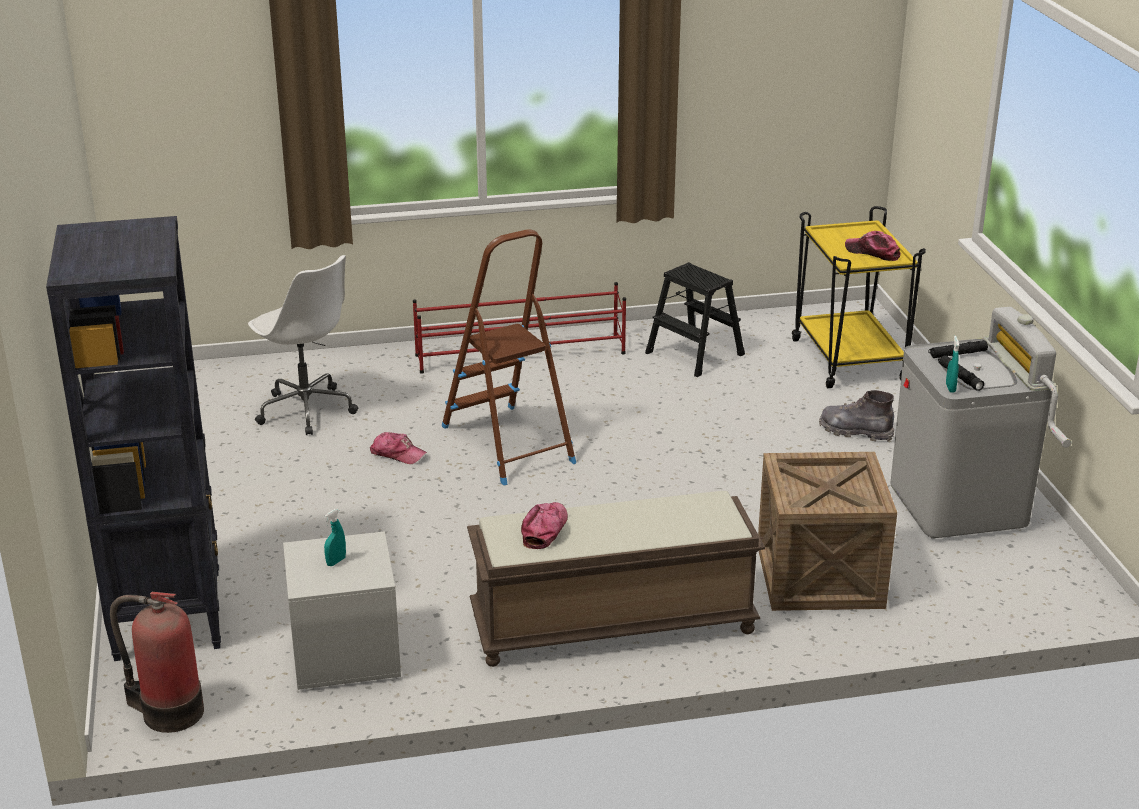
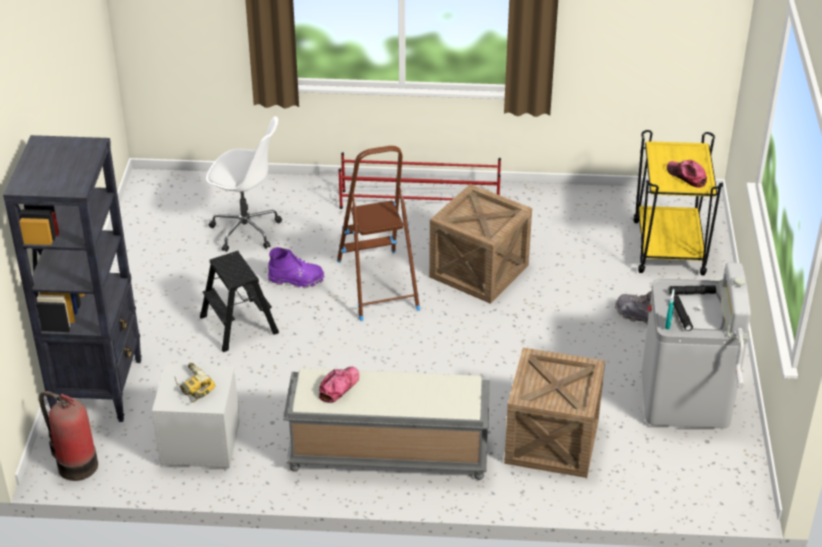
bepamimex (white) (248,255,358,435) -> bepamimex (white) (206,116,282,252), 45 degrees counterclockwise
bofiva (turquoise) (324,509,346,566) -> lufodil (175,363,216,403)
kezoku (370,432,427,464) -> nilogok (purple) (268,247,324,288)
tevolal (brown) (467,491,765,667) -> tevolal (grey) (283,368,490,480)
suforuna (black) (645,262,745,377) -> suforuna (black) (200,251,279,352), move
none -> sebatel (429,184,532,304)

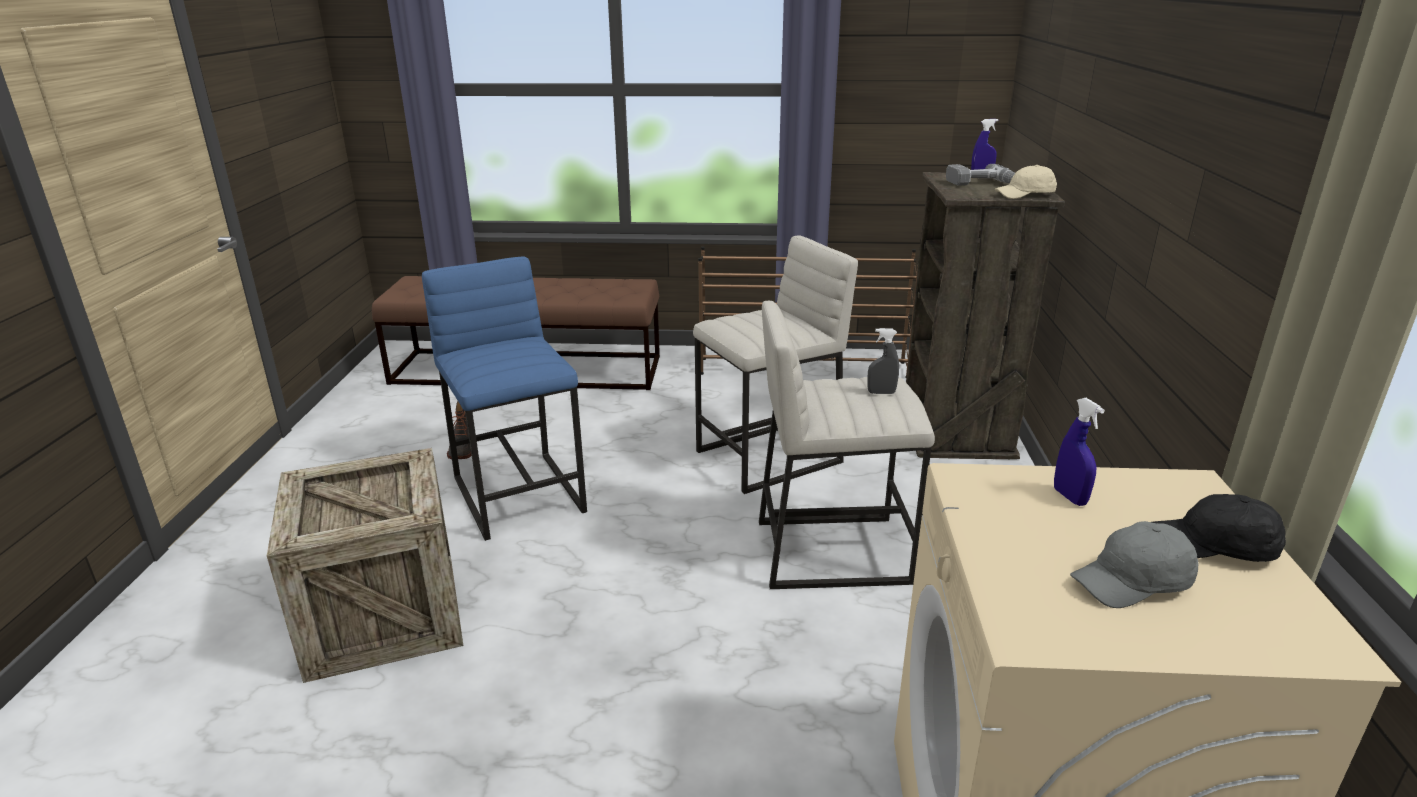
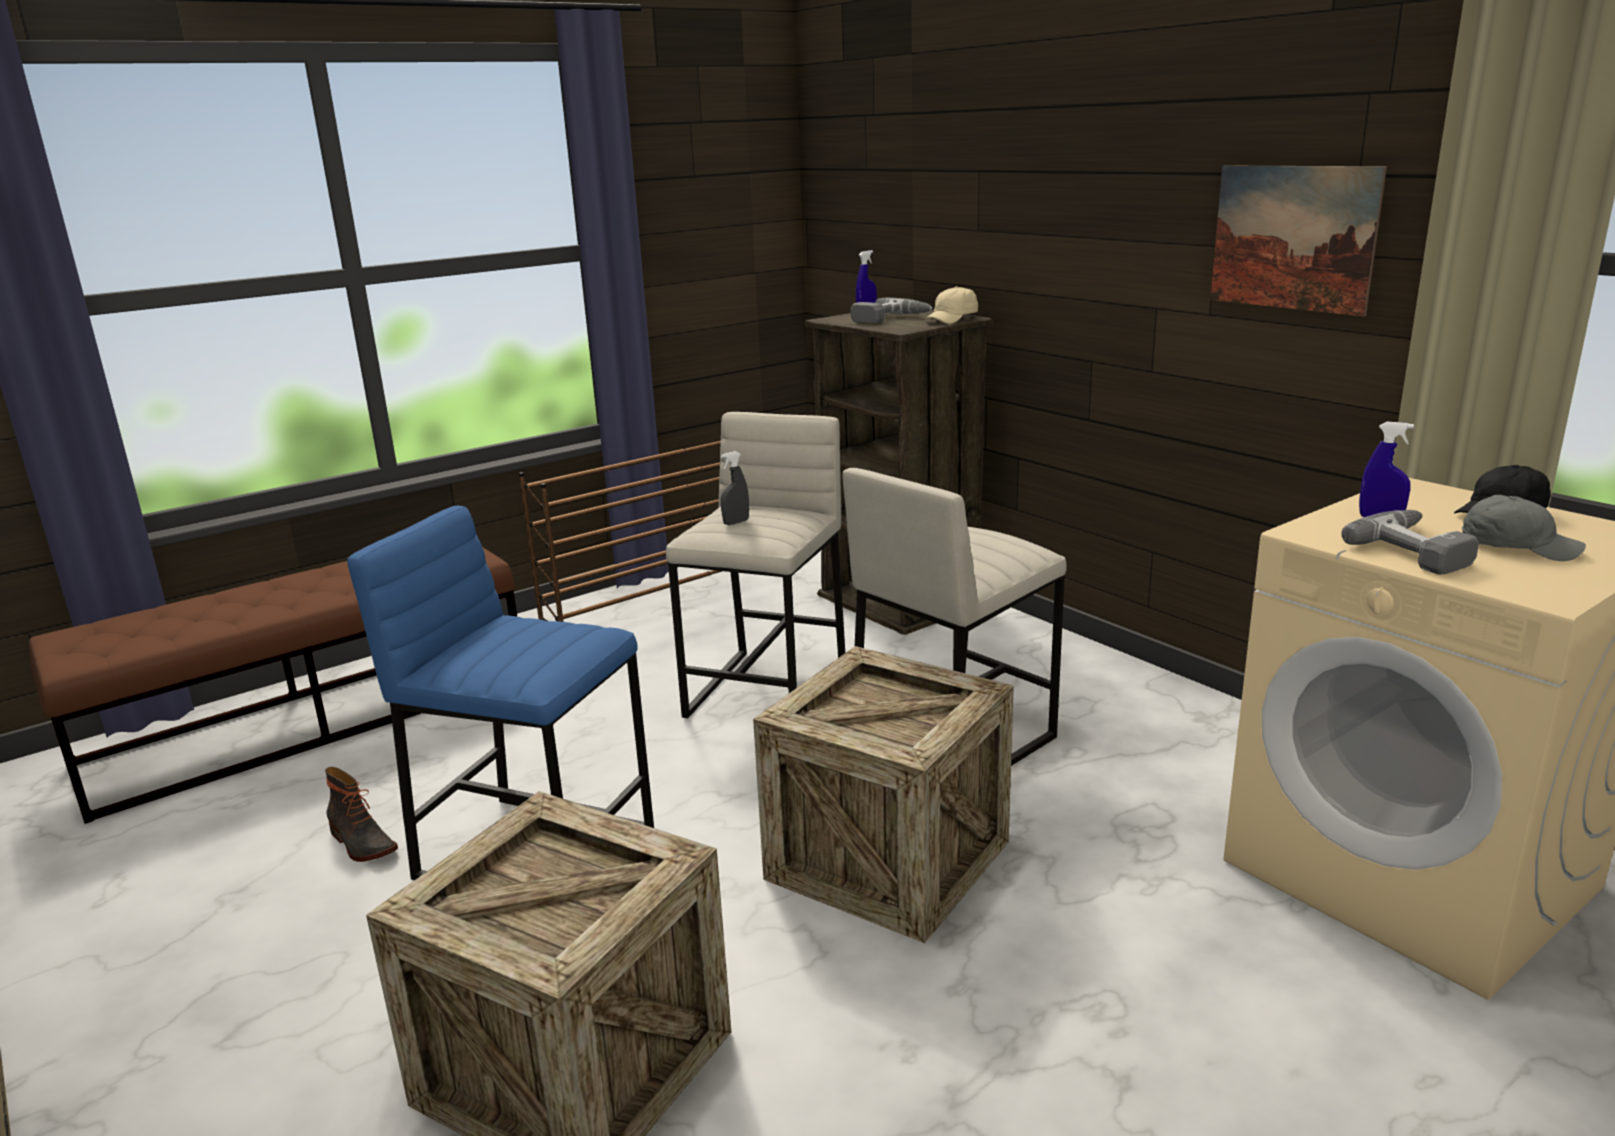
bofiva (grey) (867,328,899,394) -> bofiva (grey) (721,451,749,525), move
kezoku (grey) (1070,521,1198,608) -> kezoku (grey) (1462,495,1586,561), 90 degrees counterclockwise
none -> sebatel (753,646,1014,943)
none -> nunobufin (1210,166,1387,316)
none -> lufodil (1341,510,1479,575)

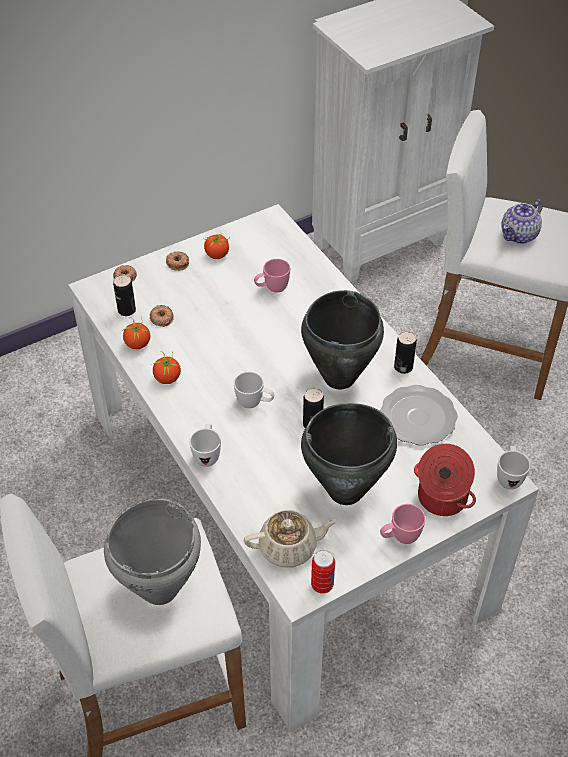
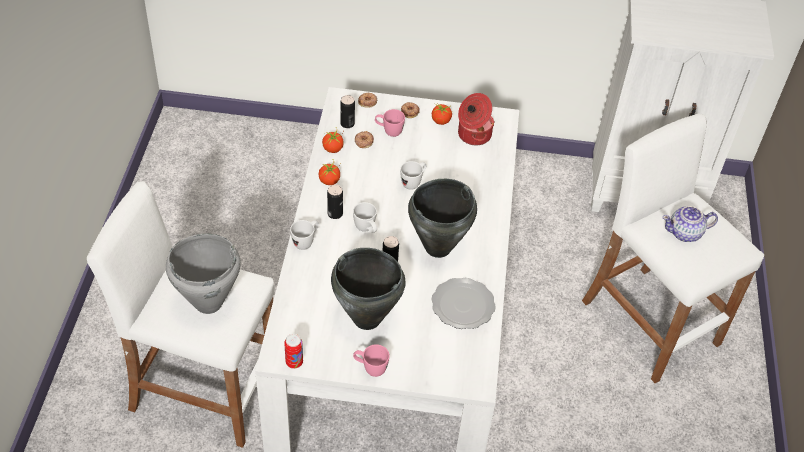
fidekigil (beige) (244,510,338,567) -> none
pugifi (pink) (254,259,290,293) -> pugifi (pink) (375,109,405,137), move
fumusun (394,331,417,374) -> fumusun (327,185,343,219), move
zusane (414,444,476,516) -> zusane (458,93,494,145), move
pugifi (white) (497,446,530,490) -> pugifi (white) (400,161,427,190), move

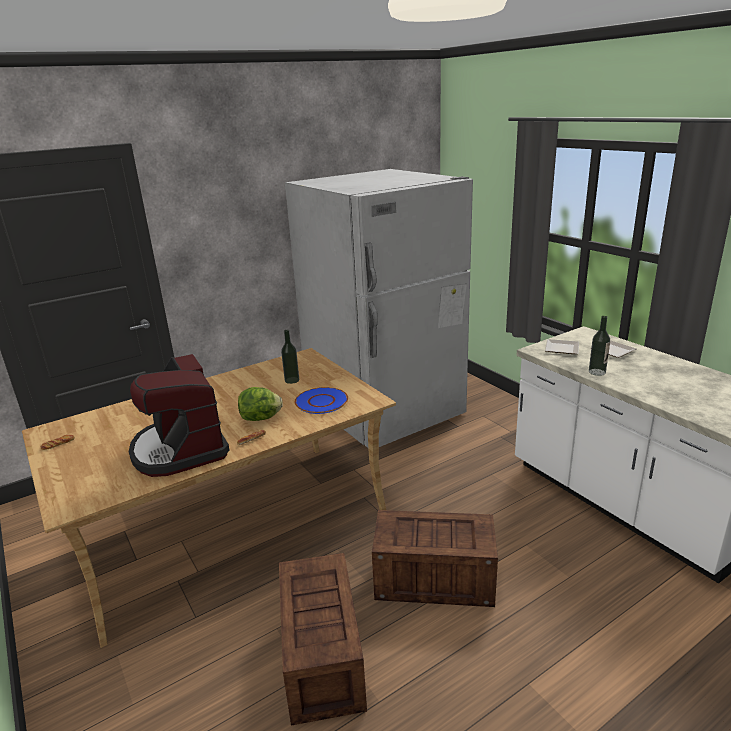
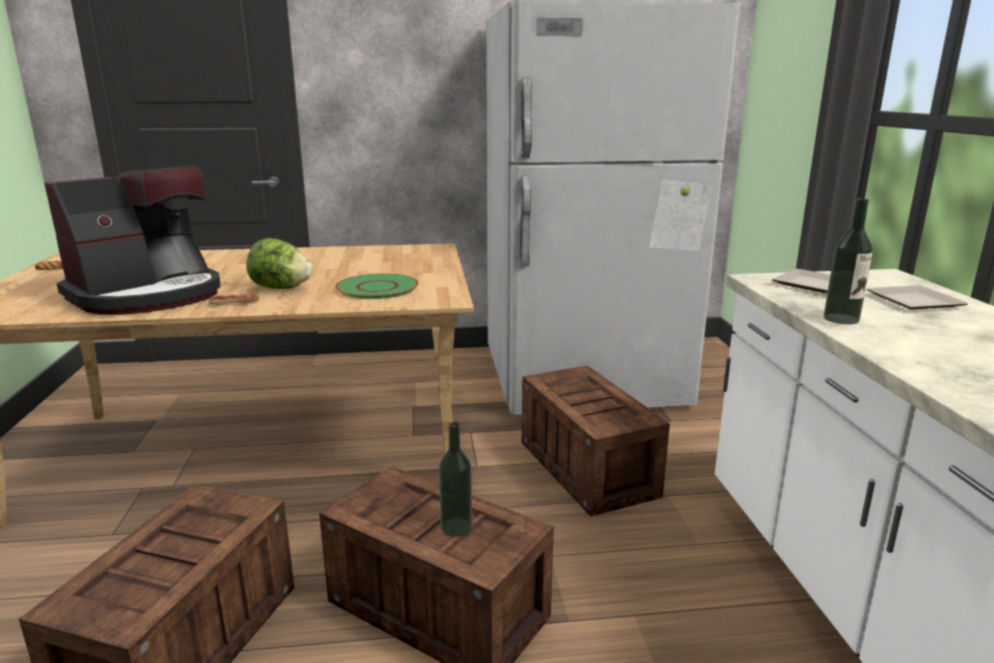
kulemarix (129,354,230,477) -> kulemarix (44,166,220,315), 135 degrees counterclockwise
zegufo (281,330,299,384) -> zegufo (439,422,472,537), move
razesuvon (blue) (295,387,348,414) -> razesuvon (green) (335,273,418,299)
none -> sebatel (522,365,670,517)

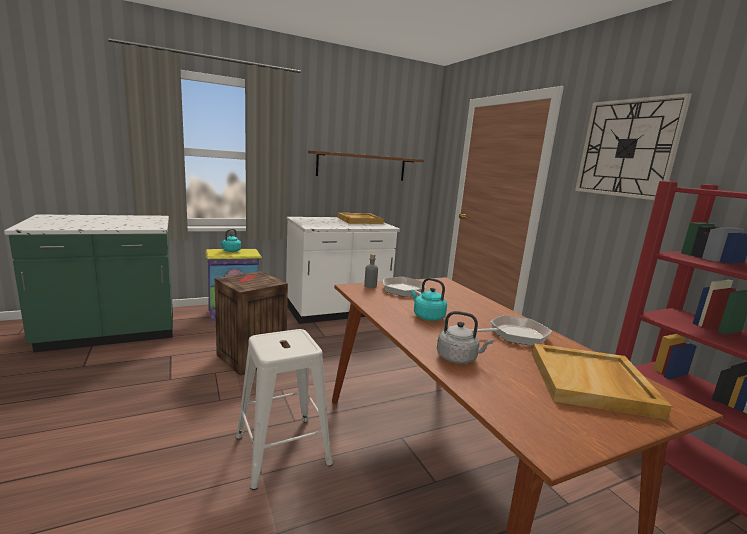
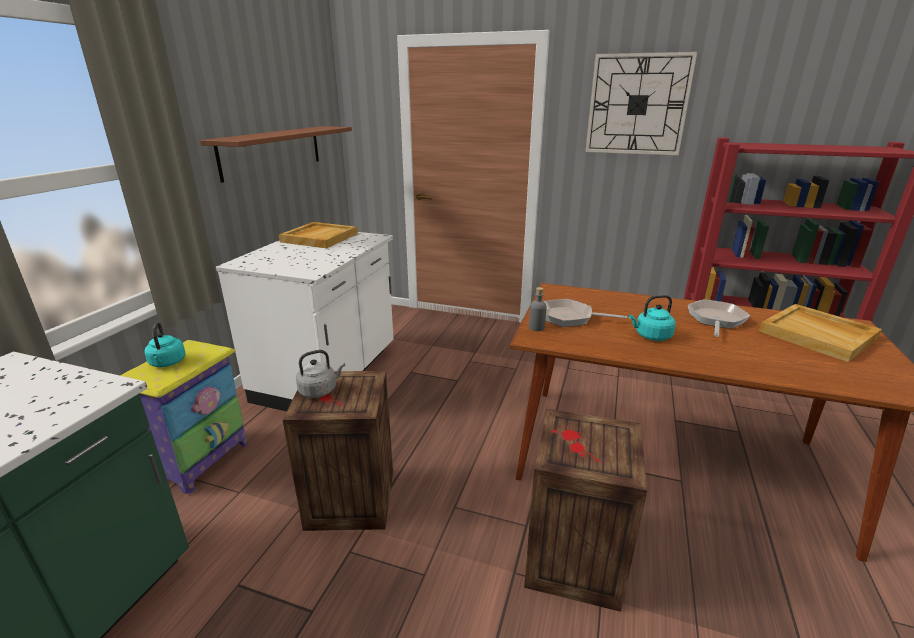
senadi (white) (236,329,333,490) -> sebatel (524,409,647,612)
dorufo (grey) (437,311,493,364) -> dorufo (grey) (296,350,345,398), move

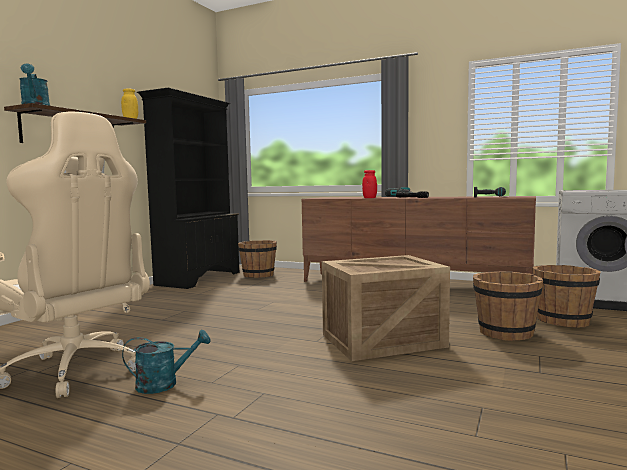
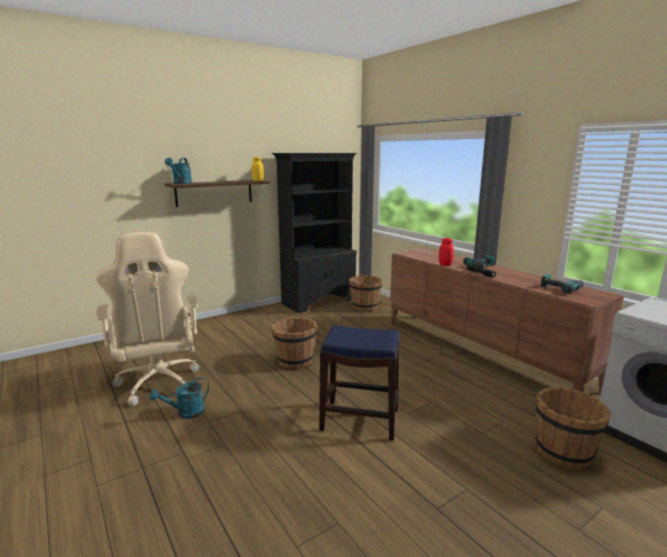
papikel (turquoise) (122,330,211,394) -> papikel (turquoise) (150,377,209,419), 135 degrees clockwise
sebatel (322,255,450,361) -> senadi (319,325,400,441)
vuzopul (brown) (473,271,543,341) -> vuzopul (brown) (271,317,317,369), move

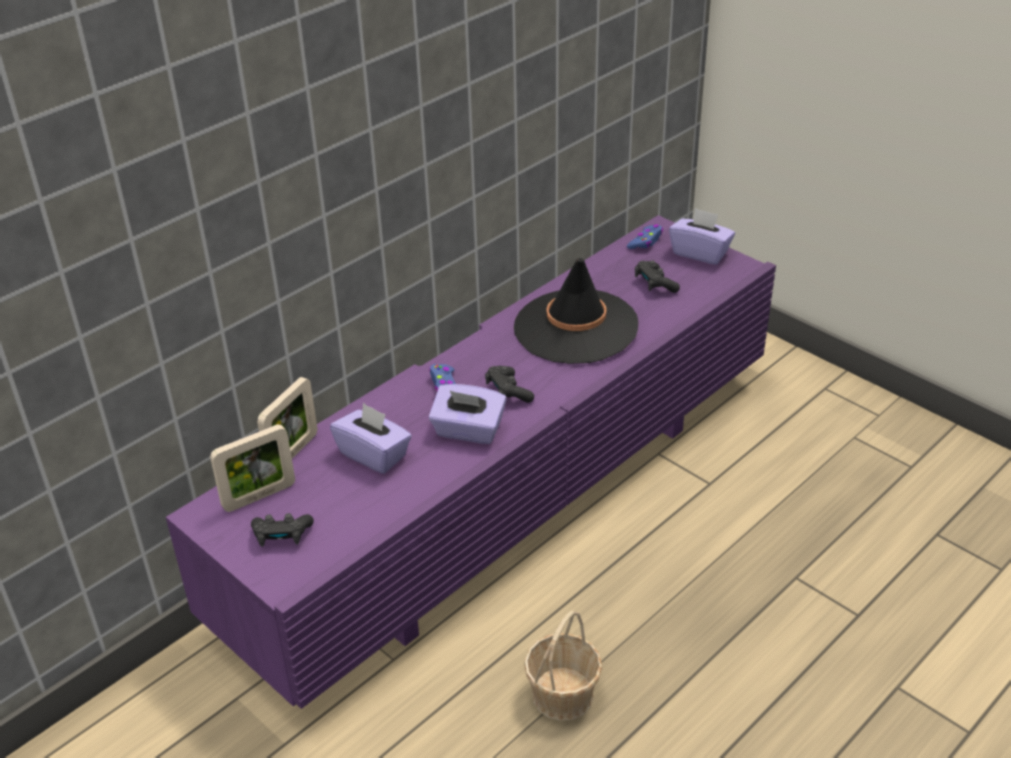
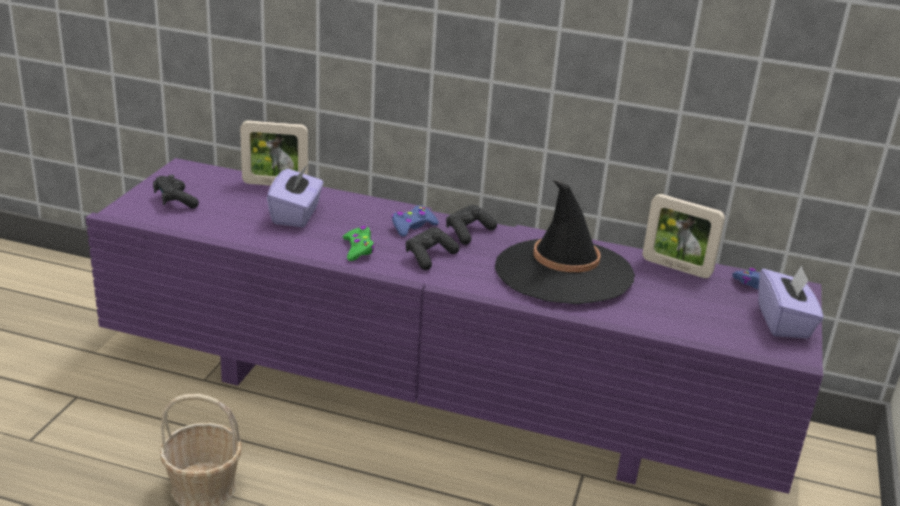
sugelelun (210,424,295,512) -> sugelelun (643,194,725,278), move
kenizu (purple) (429,384,507,444) -> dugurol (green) (343,226,375,261)
dugurol (black) (635,260,680,293) -> dugurol (black) (446,205,497,245), move

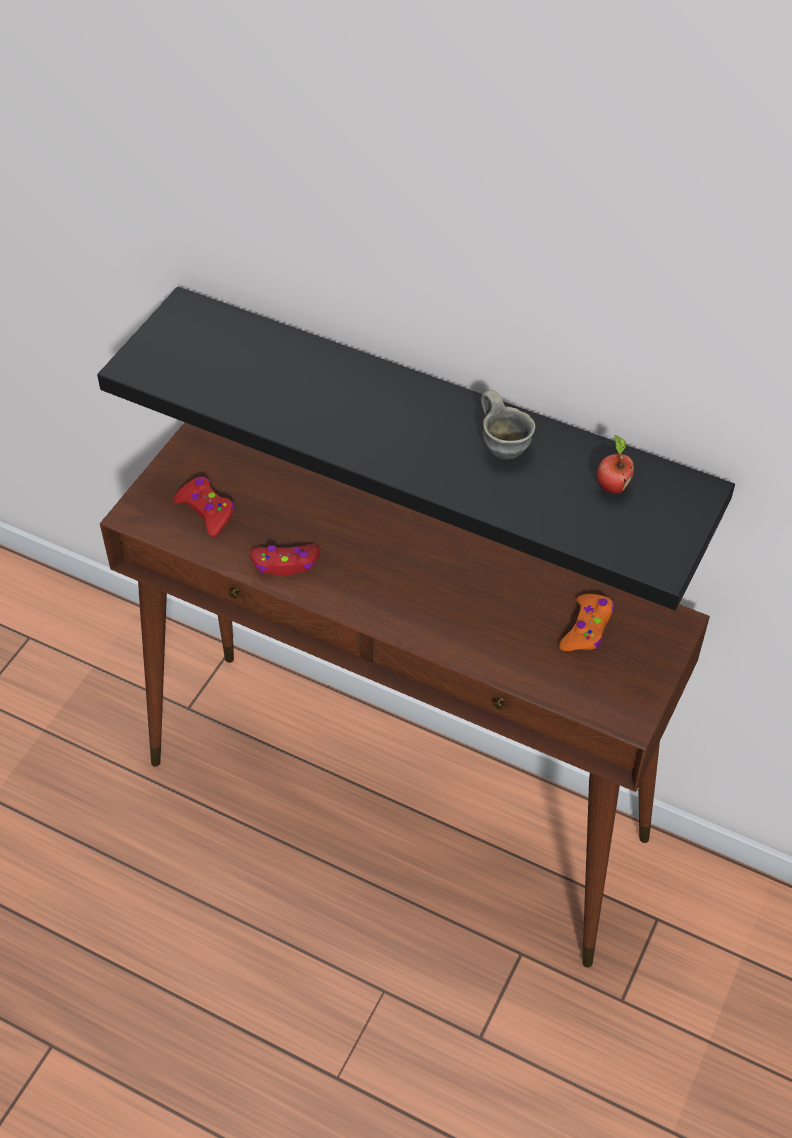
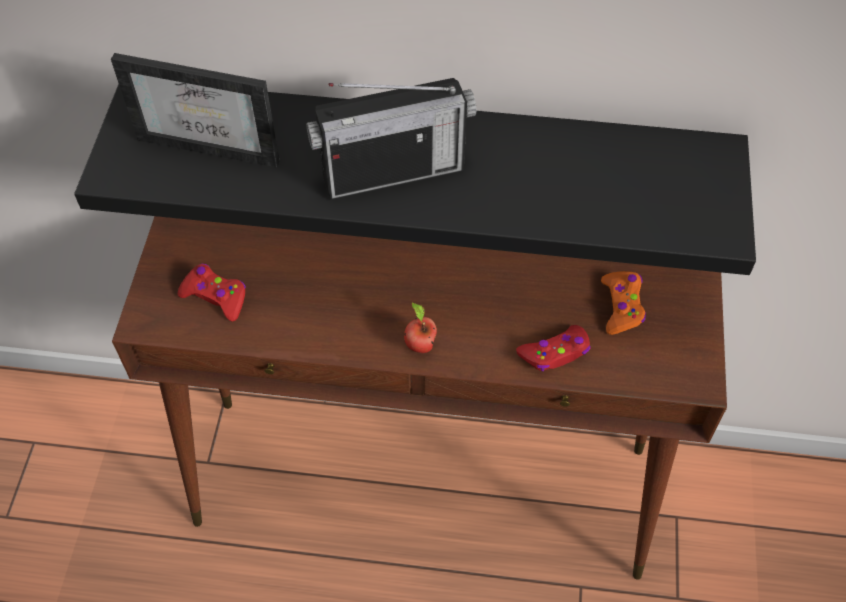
dugurol (red) (250,544,320,575) -> dugurol (red) (516,325,591,371), move
pugifi (grey) (481,390,535,460) -> none
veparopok (597,434,635,494) -> veparopok (404,303,437,353), move
none -> sugelelun (111,53,280,168)
none -> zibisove (306,78,476,200)

